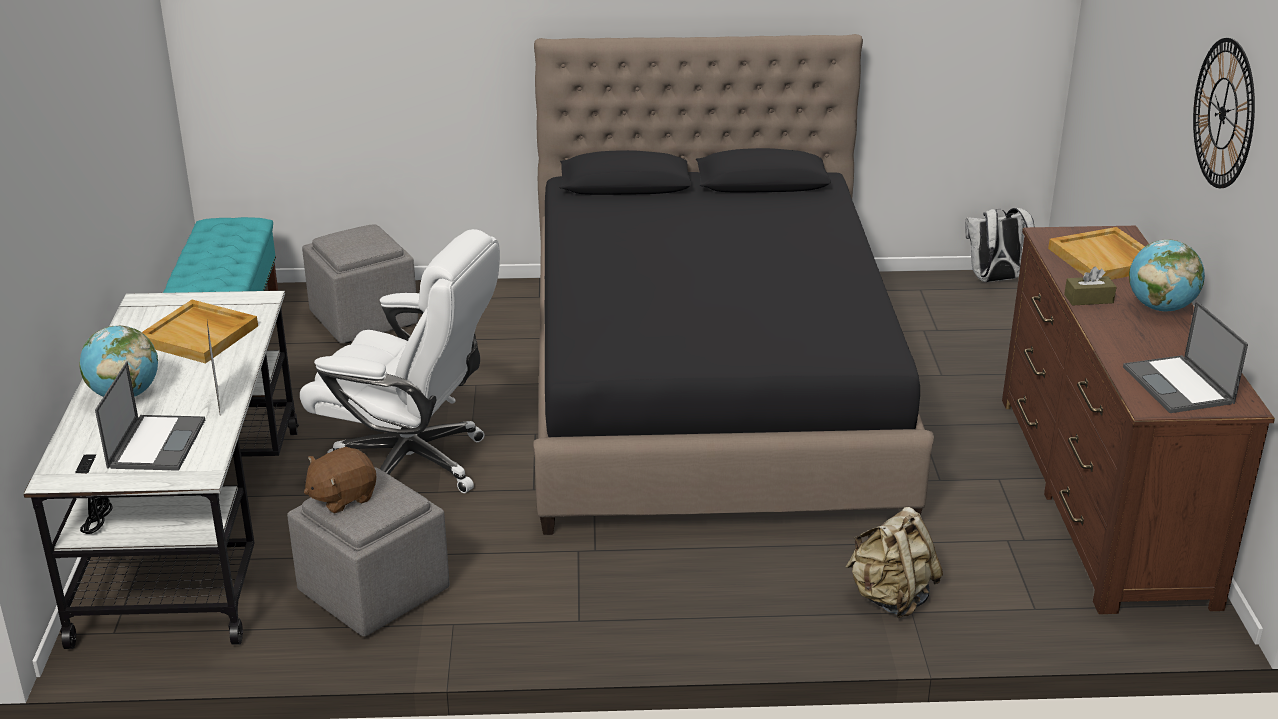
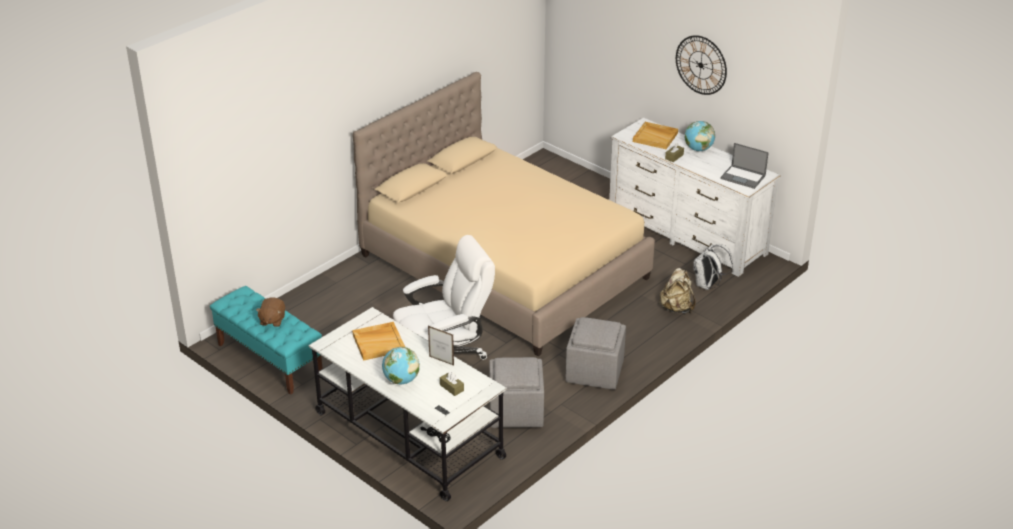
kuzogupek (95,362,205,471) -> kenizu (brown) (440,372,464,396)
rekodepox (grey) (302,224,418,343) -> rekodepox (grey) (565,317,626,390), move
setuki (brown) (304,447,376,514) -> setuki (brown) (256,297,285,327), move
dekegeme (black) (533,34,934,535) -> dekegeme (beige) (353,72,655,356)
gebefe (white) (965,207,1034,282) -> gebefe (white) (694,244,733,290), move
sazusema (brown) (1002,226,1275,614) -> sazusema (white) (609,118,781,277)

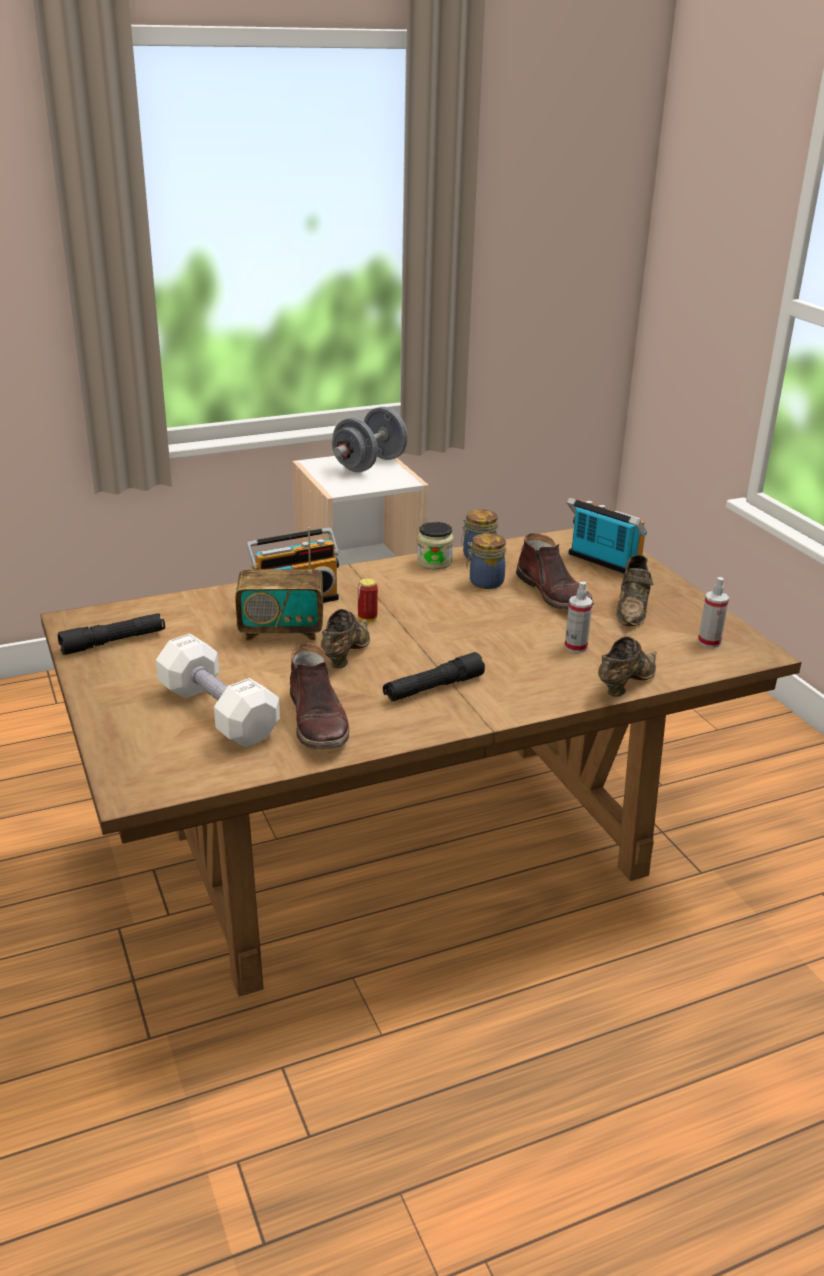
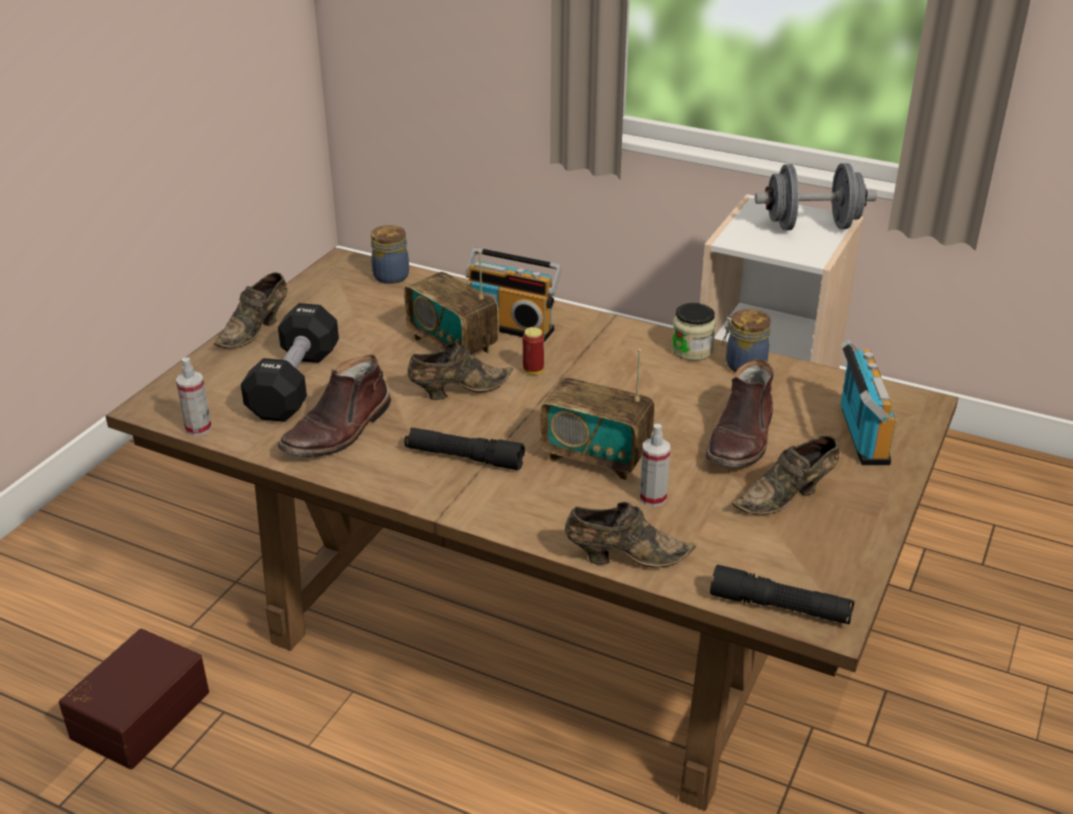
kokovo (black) (58,613,165,655) -> kokovo (black) (710,565,855,624), move
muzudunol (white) (156,634,280,747) -> muzudunol (black) (241,303,339,422)
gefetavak (466,533,506,589) -> gefetavak (371,225,409,284), move
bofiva (698,577,729,648) -> bofiva (176,357,212,436), move
none -> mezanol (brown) (59,629,209,769)
none -> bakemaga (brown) (214,273,287,348)
none -> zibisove (540,349,655,480)

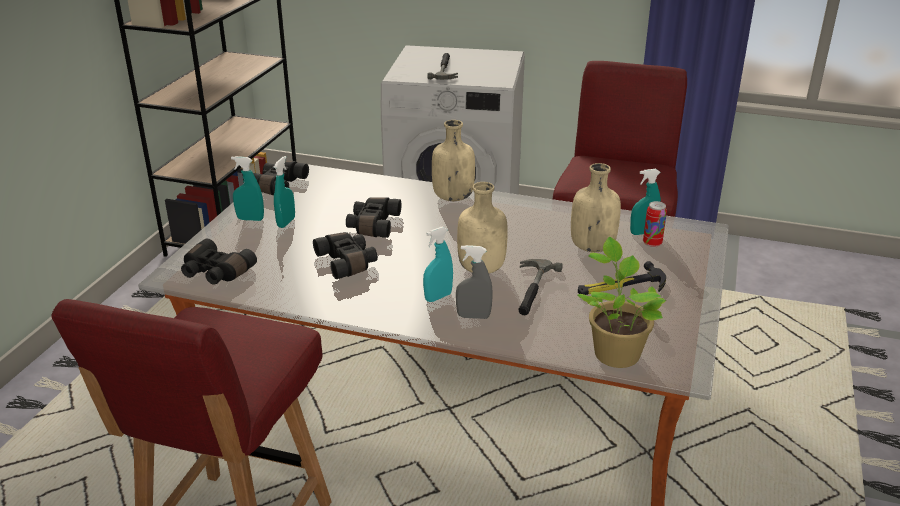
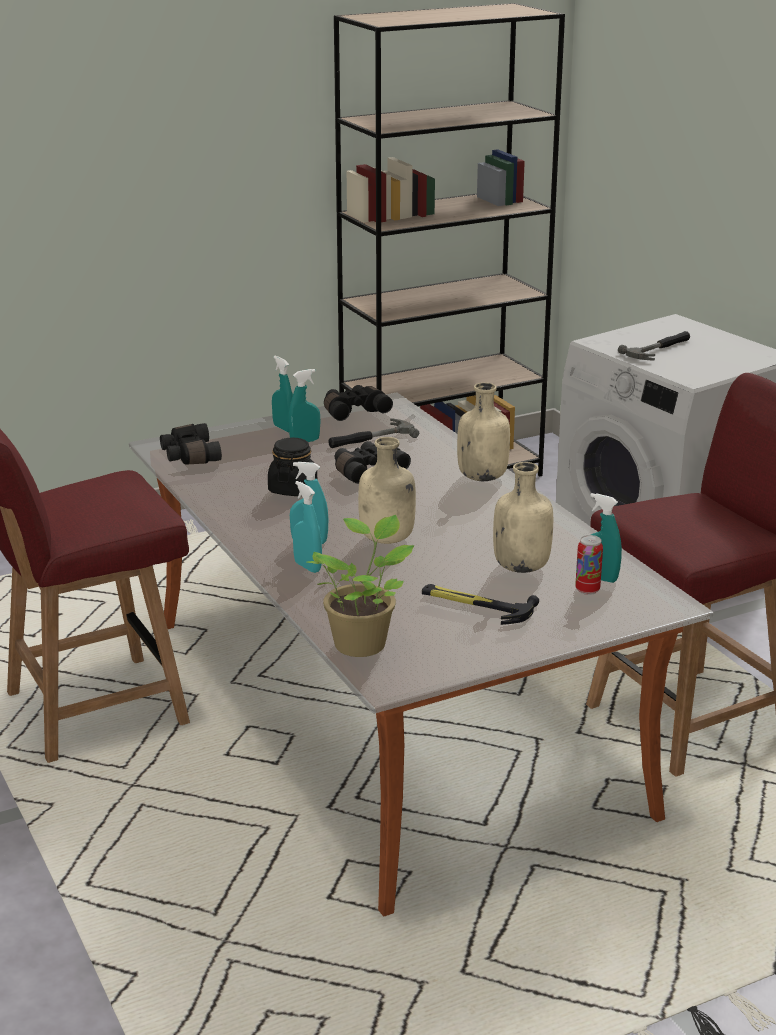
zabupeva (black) (313,232,378,279) -> gefetavak (black) (268,438,317,496)
bofiva (grey) (456,245,492,319) -> bofiva (turquoise) (293,481,322,573)
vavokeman (518,259,563,315) -> vavokeman (328,418,419,448), move

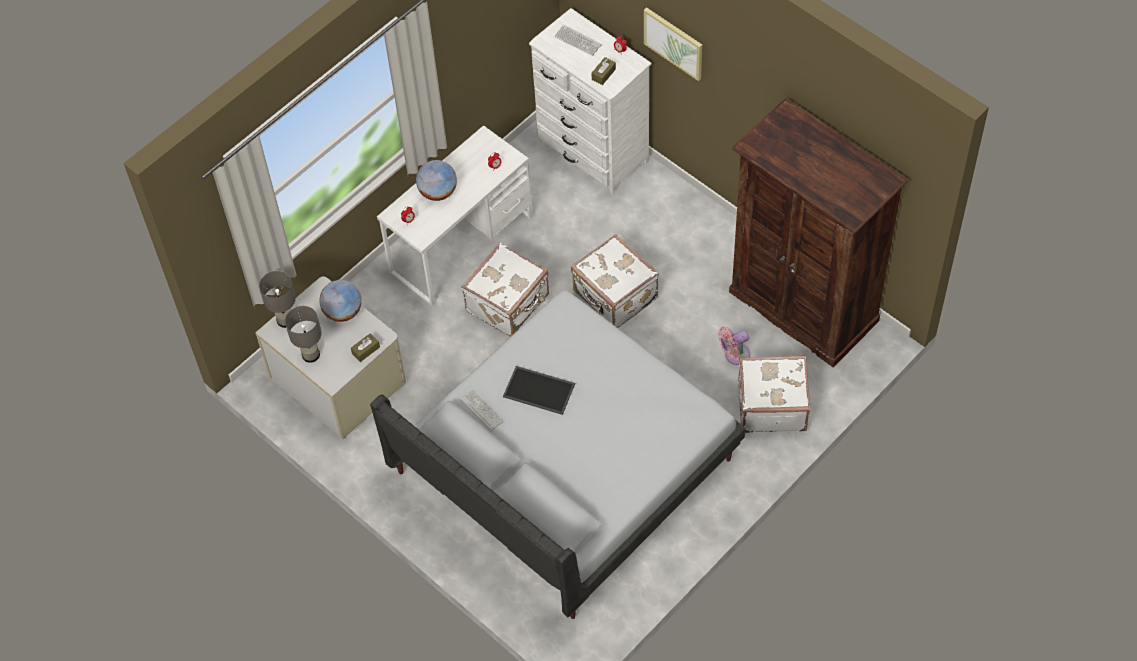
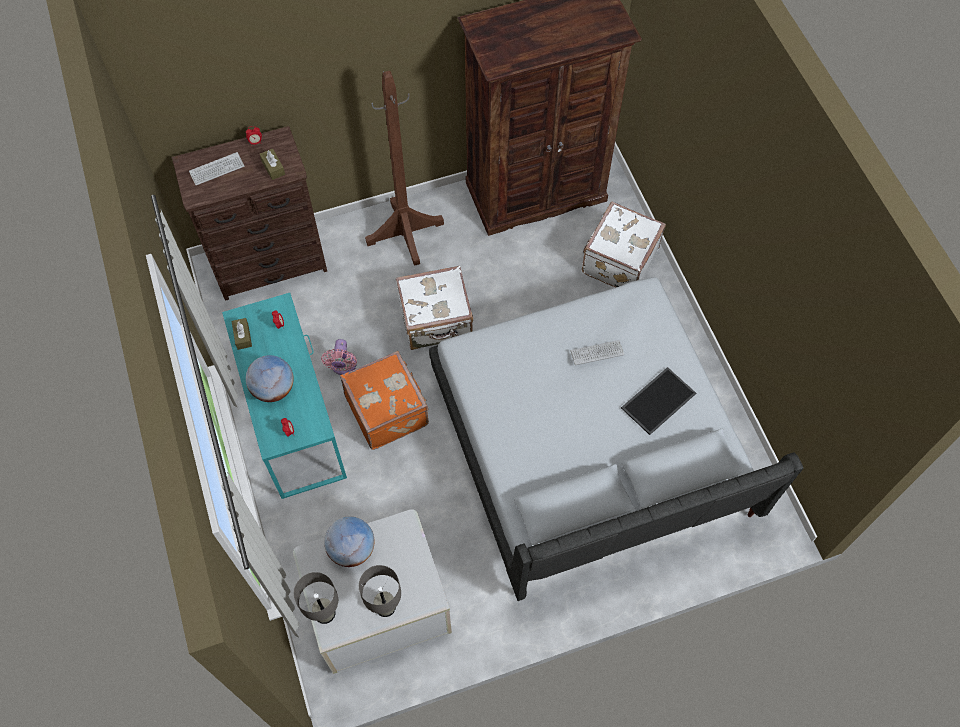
kenizu (brown) (351,333,380,362) -> kenizu (brown) (231,318,252,350), move
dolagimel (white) (377,125,532,306) -> dolagimel (turquoise) (222,293,347,499)
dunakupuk (460,390,505,431) -> dunakupuk (570,340,624,365), move
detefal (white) (462,243,549,336) -> detefal (orange) (340,351,429,450)
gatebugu (503,366,575,415) -> gatebugu (621,367,696,435), move
sazusema (white) (529,8,652,194) -> sazusema (brown) (172,126,327,301)
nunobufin (644,7,702,81) -> none
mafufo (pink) (718,326,750,365) -> mafufo (pink) (321,339,357,375), move
none -> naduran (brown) (365,71,444,266)

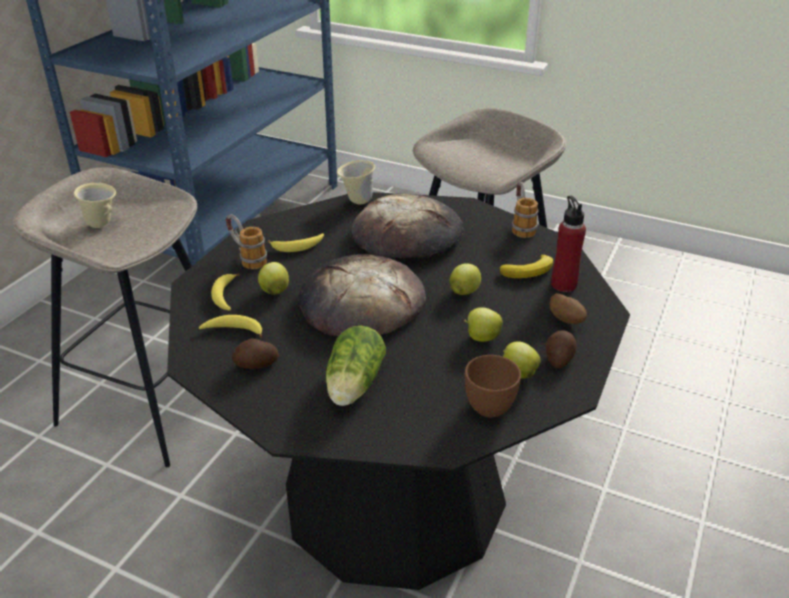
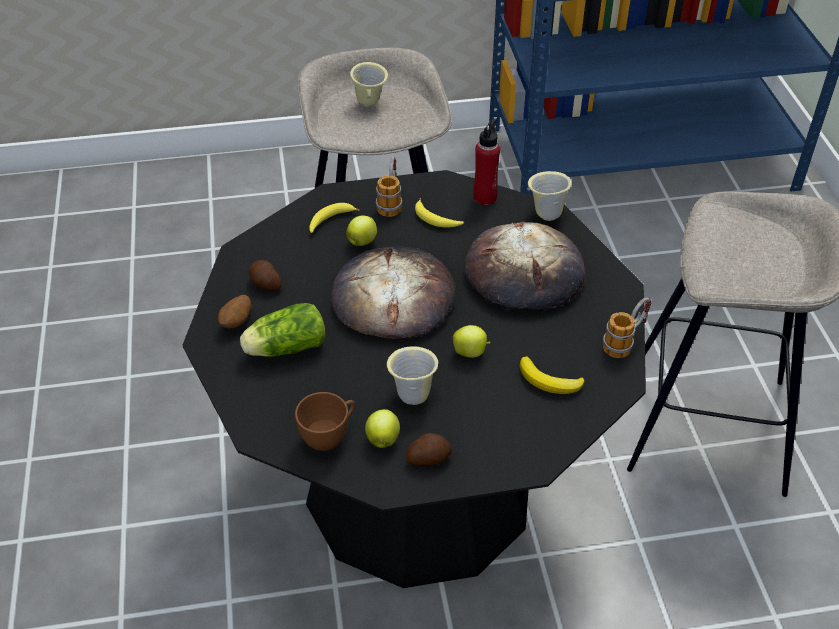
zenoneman (199,315,262,338) -> none
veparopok (464,307,502,342) -> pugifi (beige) (387,346,438,405)
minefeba (550,293,587,324) -> minefeba (218,295,252,329), move
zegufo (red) (551,196,586,292) -> zegufo (red) (473,119,500,205), move

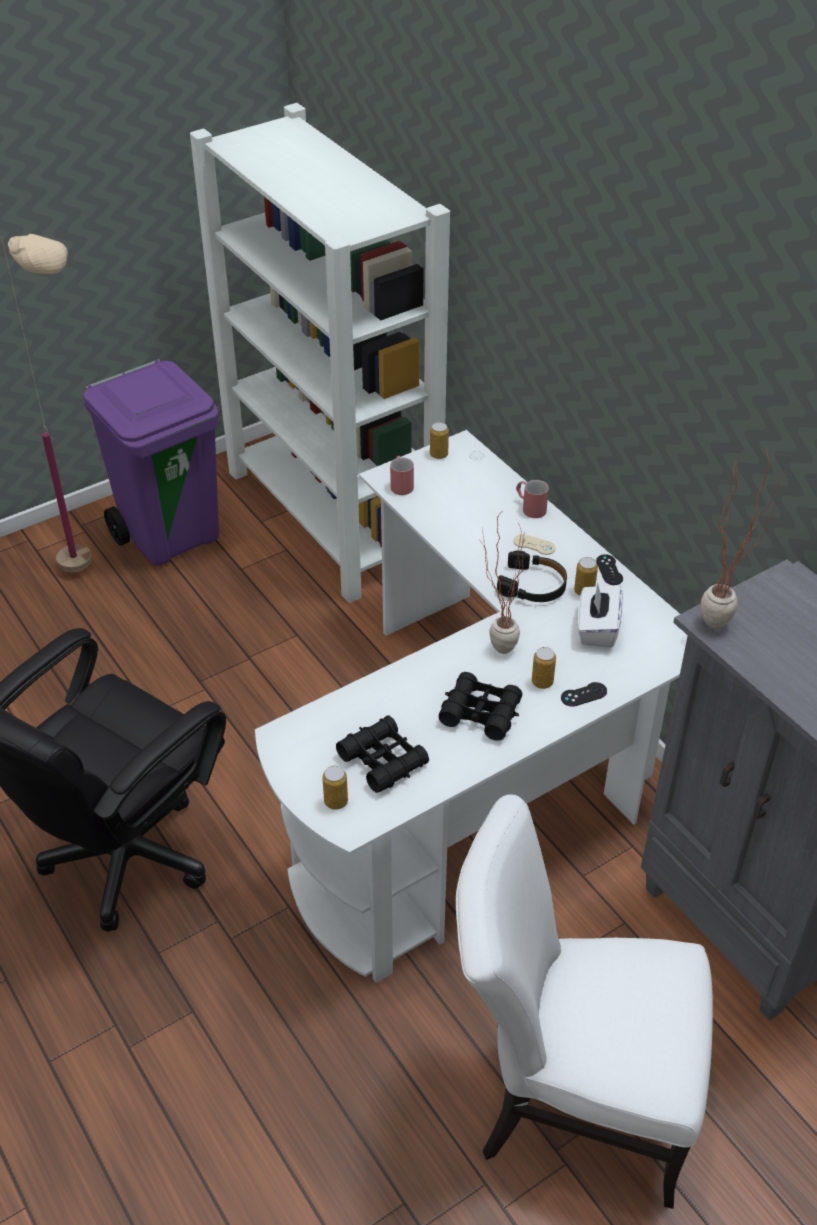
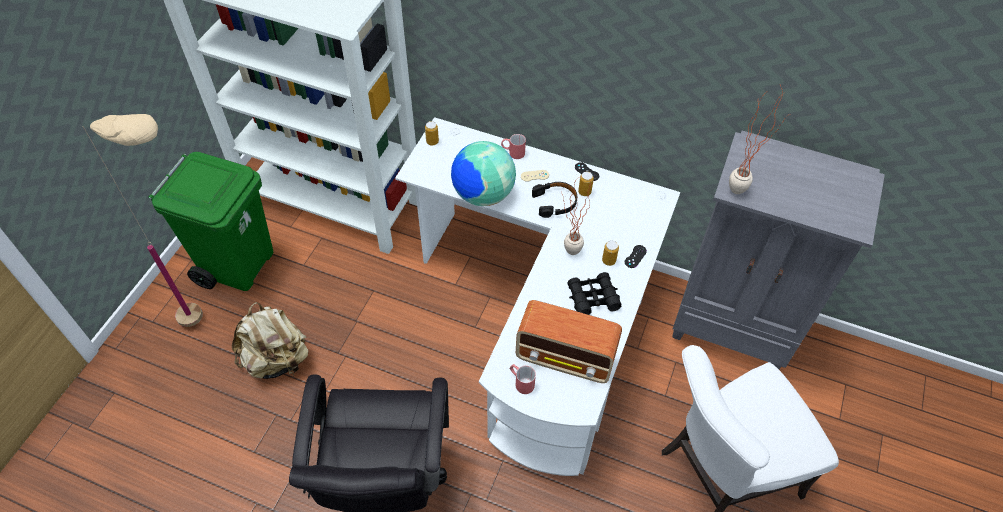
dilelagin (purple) (83,359,219,566) -> dilelagin (green) (149,152,273,291)
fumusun (323,766,348,810) -> none
zabupeva (black) (336,715,429,793) -> zibisove (516,300,622,383)
pugifi (red) (390,456,414,495) -> pugifi (red) (510,364,536,394), move
kenizu (white) (578,583,623,648) -> none
none -> gebefe (beige) (232,302,309,379)
none -> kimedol (451,141,516,206)

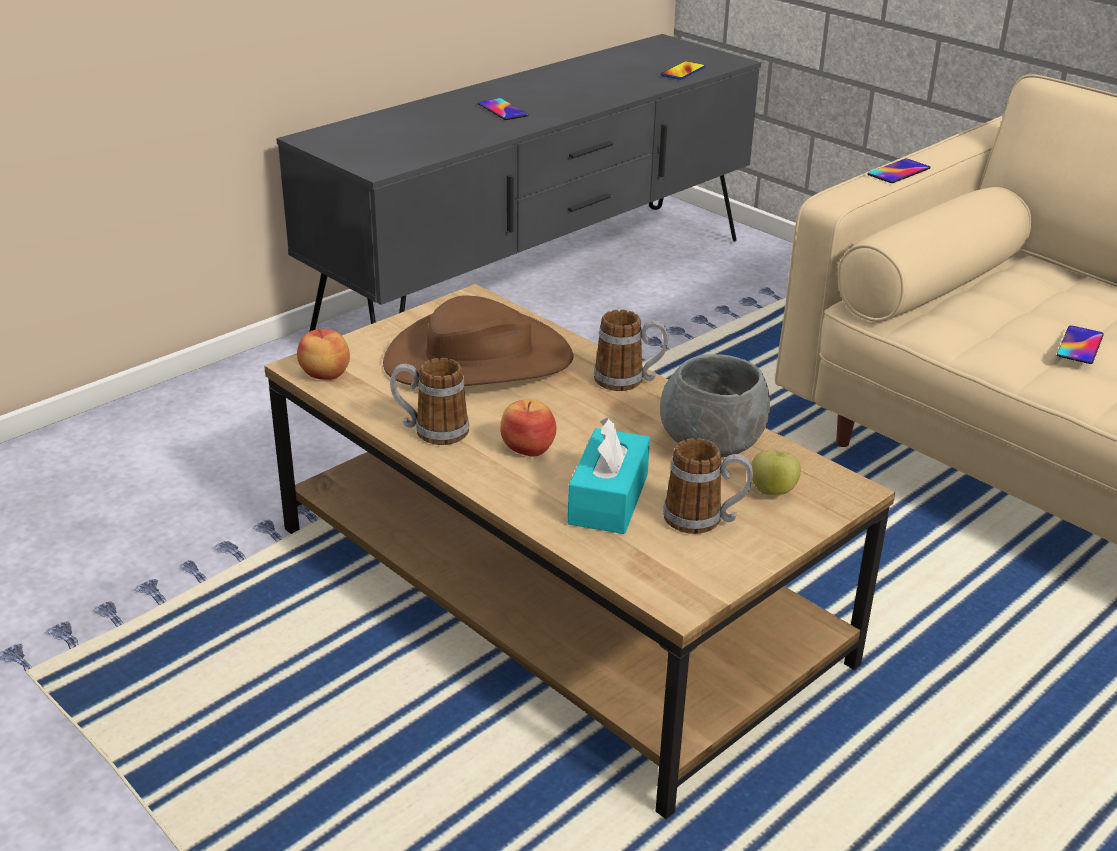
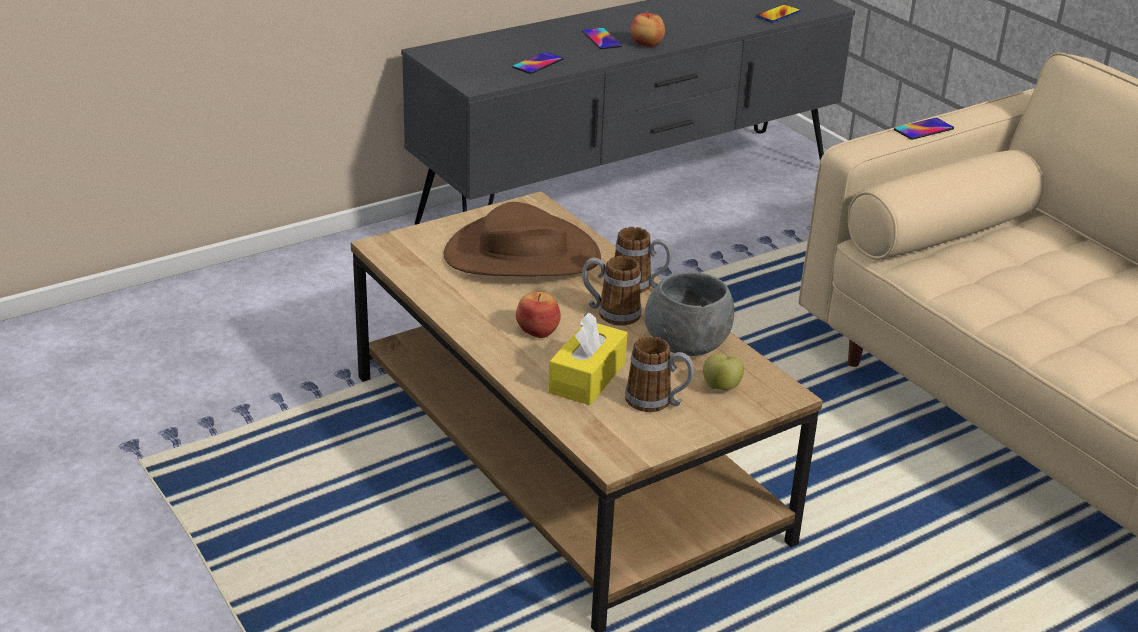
veparopok (297,328,350,380) -> veparopok (630,11,665,47), move
pugifi (390,358,469,445) -> pugifi (582,256,642,326), move
kenizu (turquoise) (568,418,650,534) -> kenizu (yellow) (548,313,627,405)
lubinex (1057,325,1104,364) -> lubinex (512,52,563,74), move

